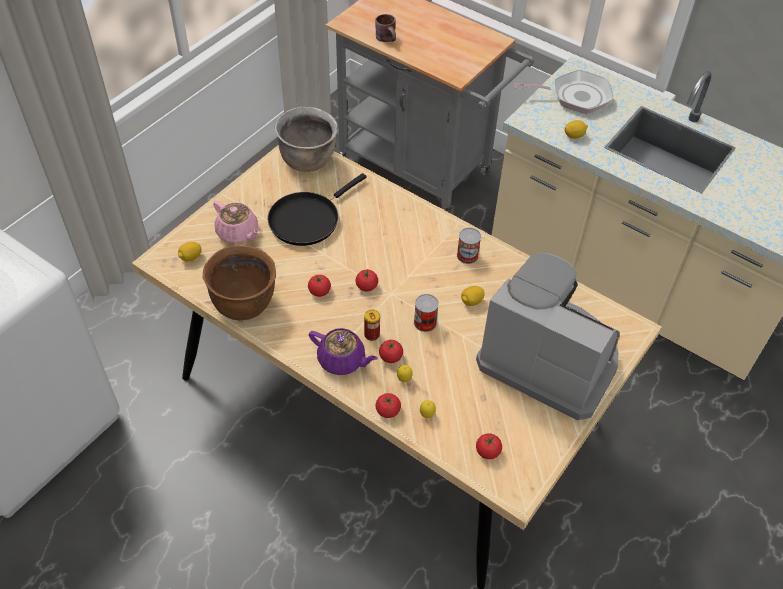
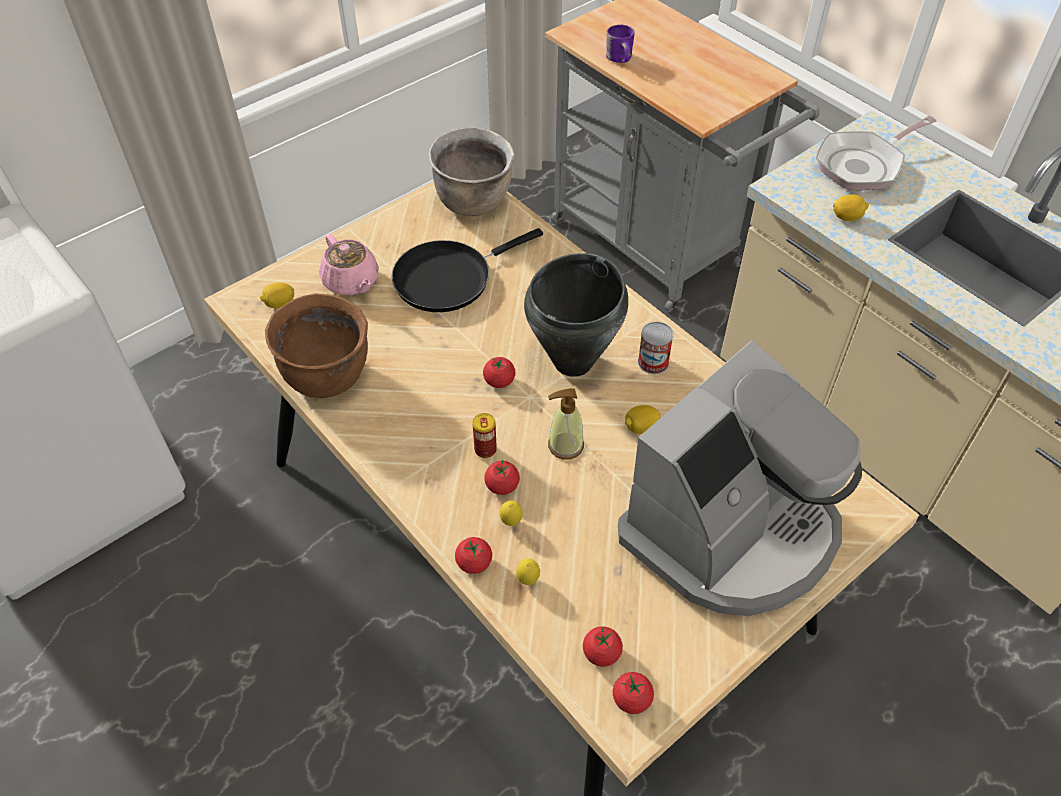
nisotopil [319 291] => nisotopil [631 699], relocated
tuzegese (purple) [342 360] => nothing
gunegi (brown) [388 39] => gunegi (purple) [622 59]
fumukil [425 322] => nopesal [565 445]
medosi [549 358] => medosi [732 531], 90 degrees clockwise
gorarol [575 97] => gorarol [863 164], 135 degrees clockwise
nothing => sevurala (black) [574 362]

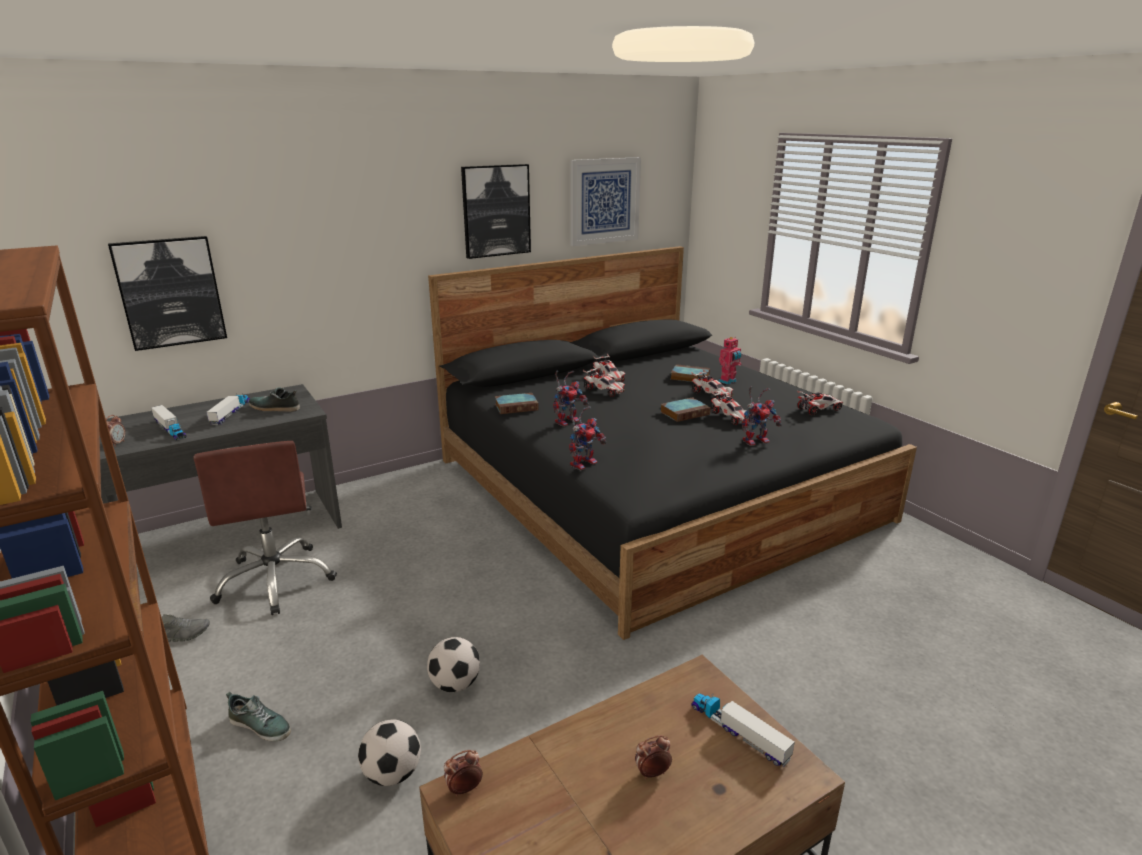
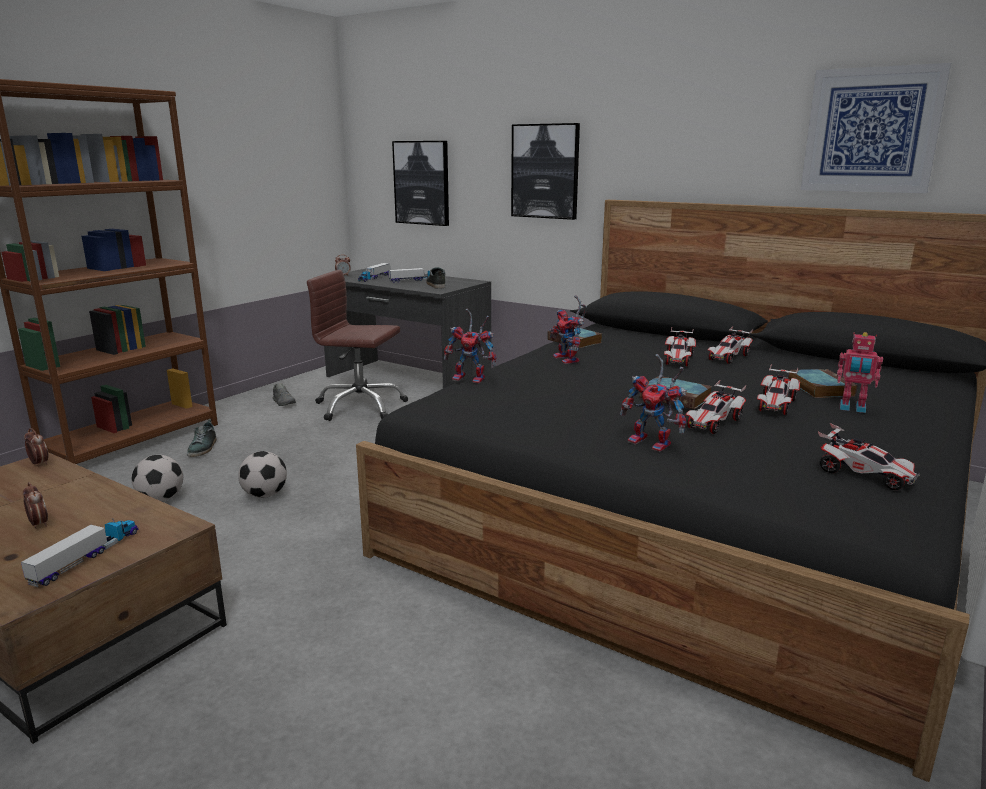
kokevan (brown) [276 580] => kokevan (brown) [360 407], 60 degrees clockwise
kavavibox [496 211] => kavavibox [545 171], relocated
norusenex [567 420] => norusenex [569 360], 45 degrees clockwise

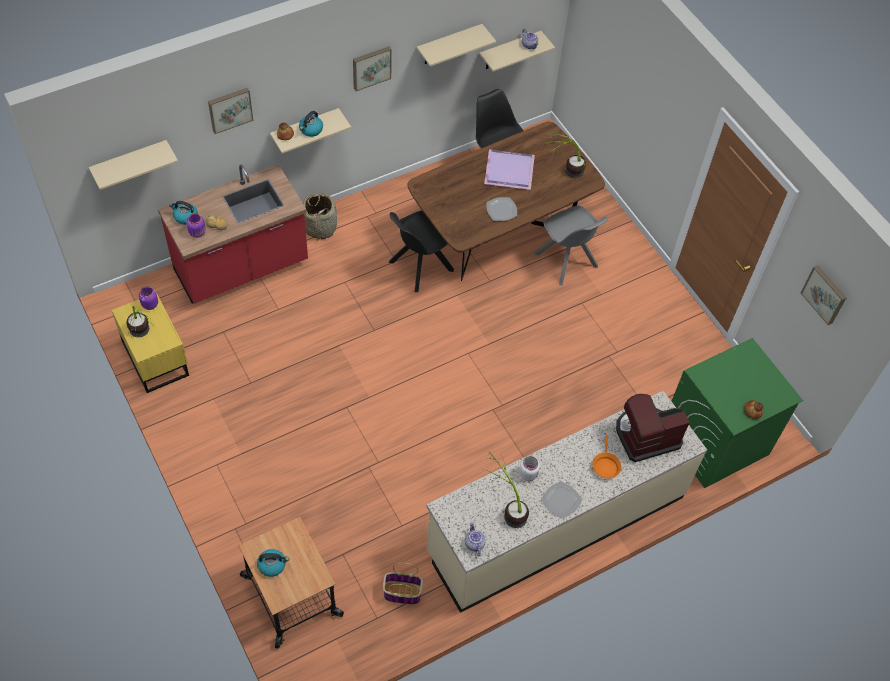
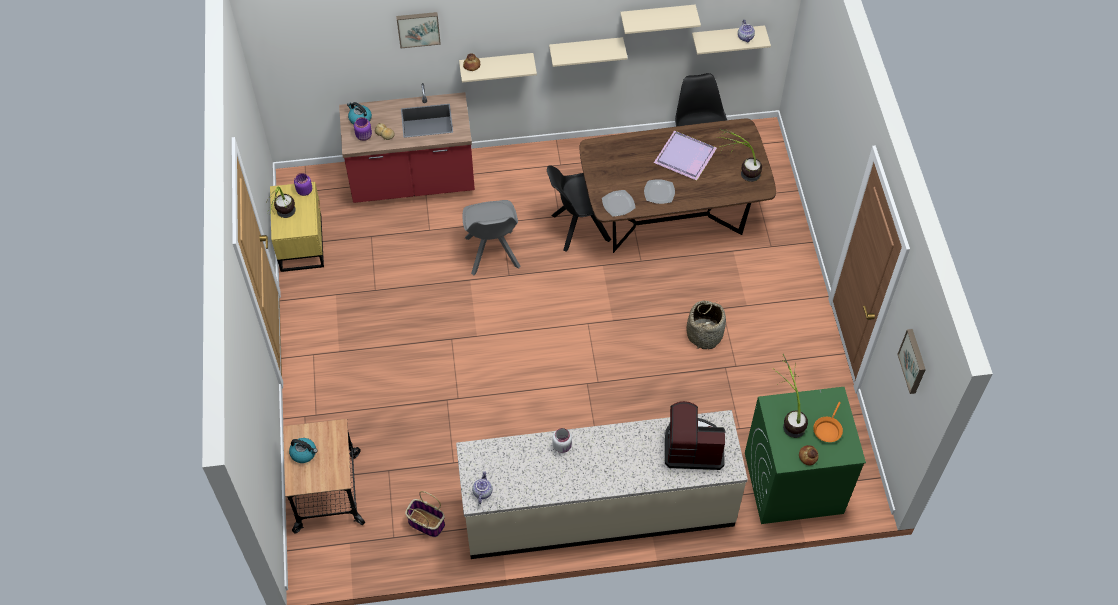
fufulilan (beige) [130 163] => fufulilan (beige) [585 50], relocated
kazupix [311 130] => nothing
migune [320 227] => migune [704 334], relocated
kavavibox [371 67] => nothing
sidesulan [505 507] => sidesulan [788 416], relocated
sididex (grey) [567 261] => sididex (grey) [492 254], relocated
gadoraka [561 500] => gadoraka [618 204], relocated
gorarol (orange) [605 465] => gorarol (orange) [827 429], relocated

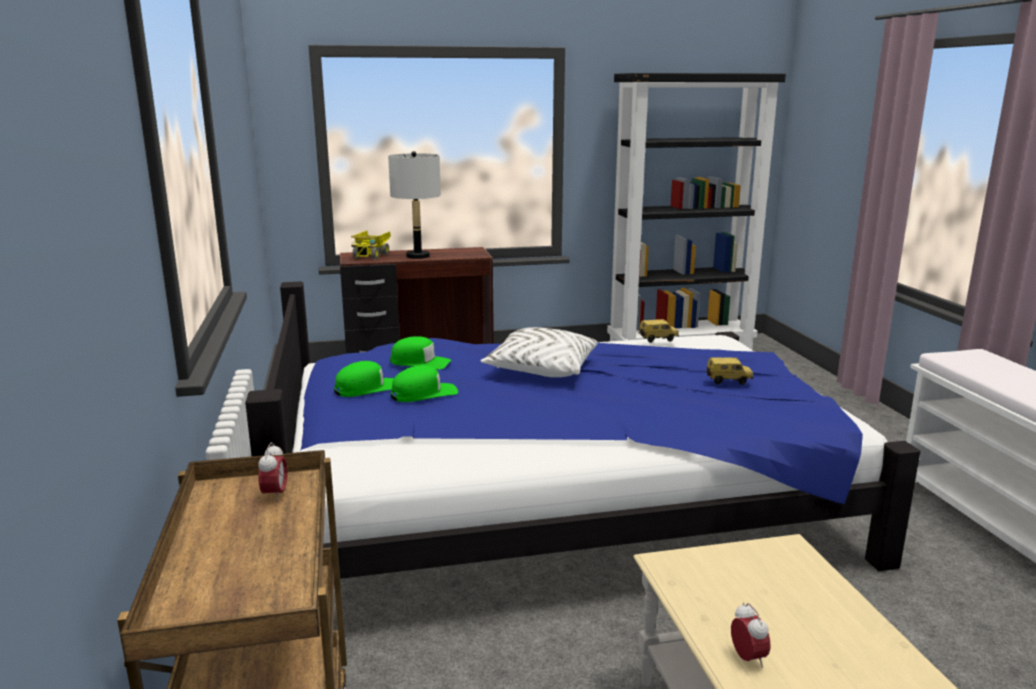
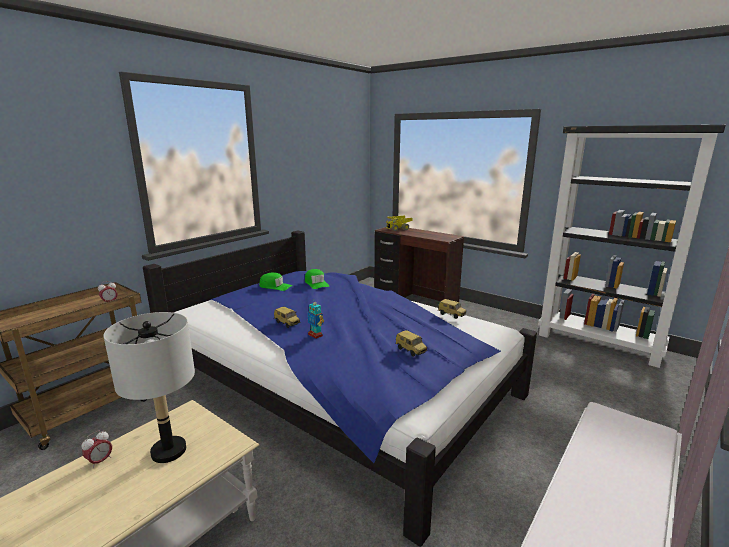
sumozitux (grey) [417 256] => sumozitux (grey) [169 451], relocated
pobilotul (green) [424 393] => nothing
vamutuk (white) [541 369] => nothing
nothing => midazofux [287 323]
nothing => norusenex [315 335]

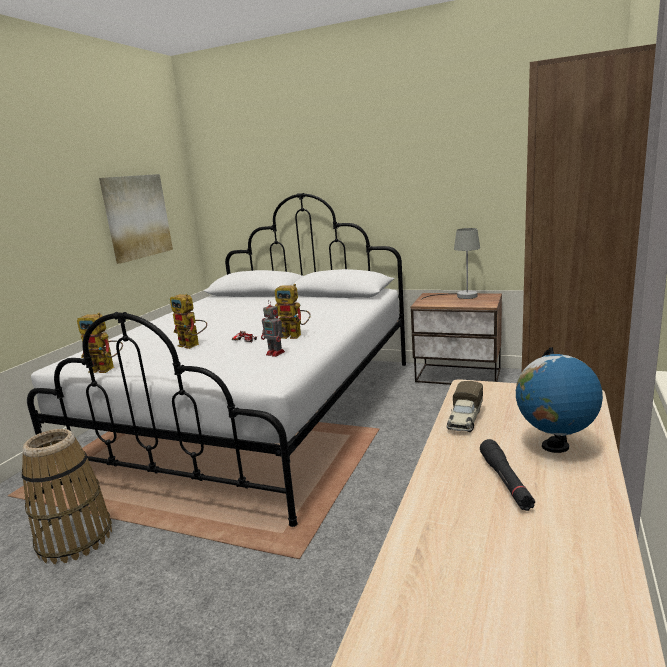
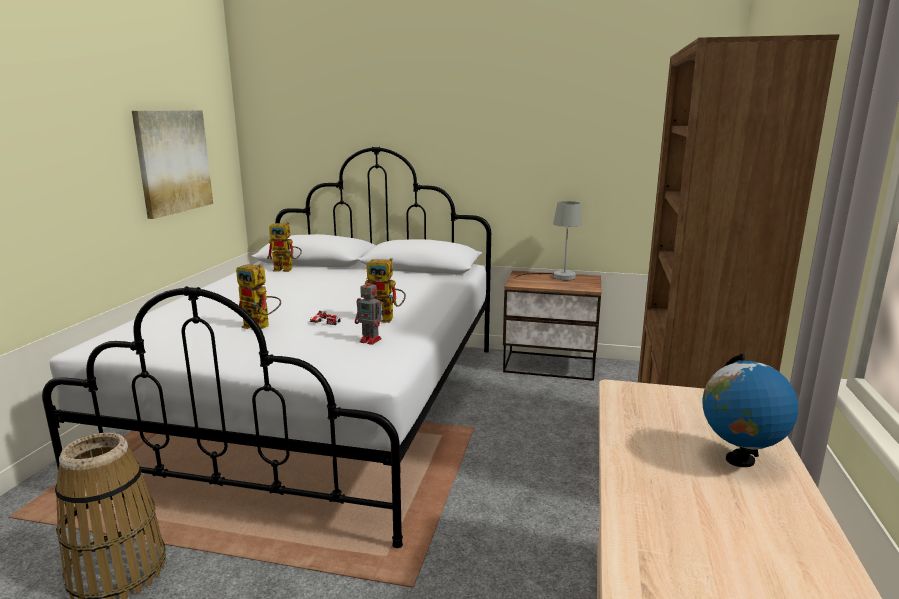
norusenex [107 369] => norusenex [287 269], relocated
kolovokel [464 420] => nothing
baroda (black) [505 481] => nothing

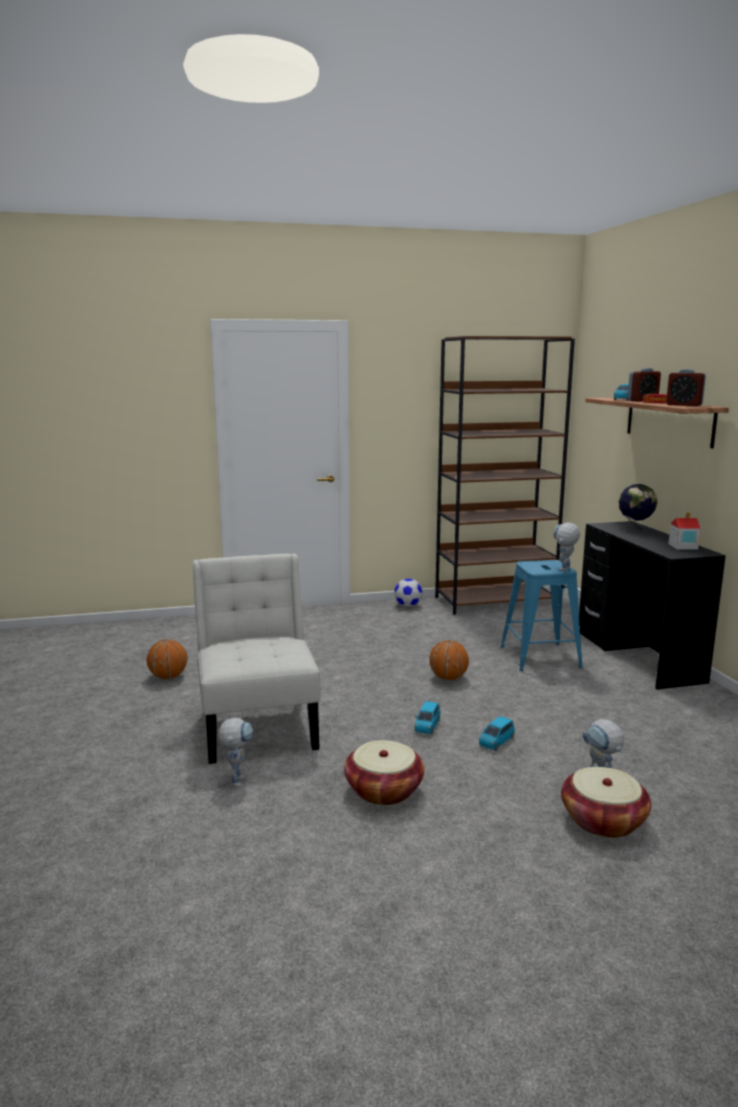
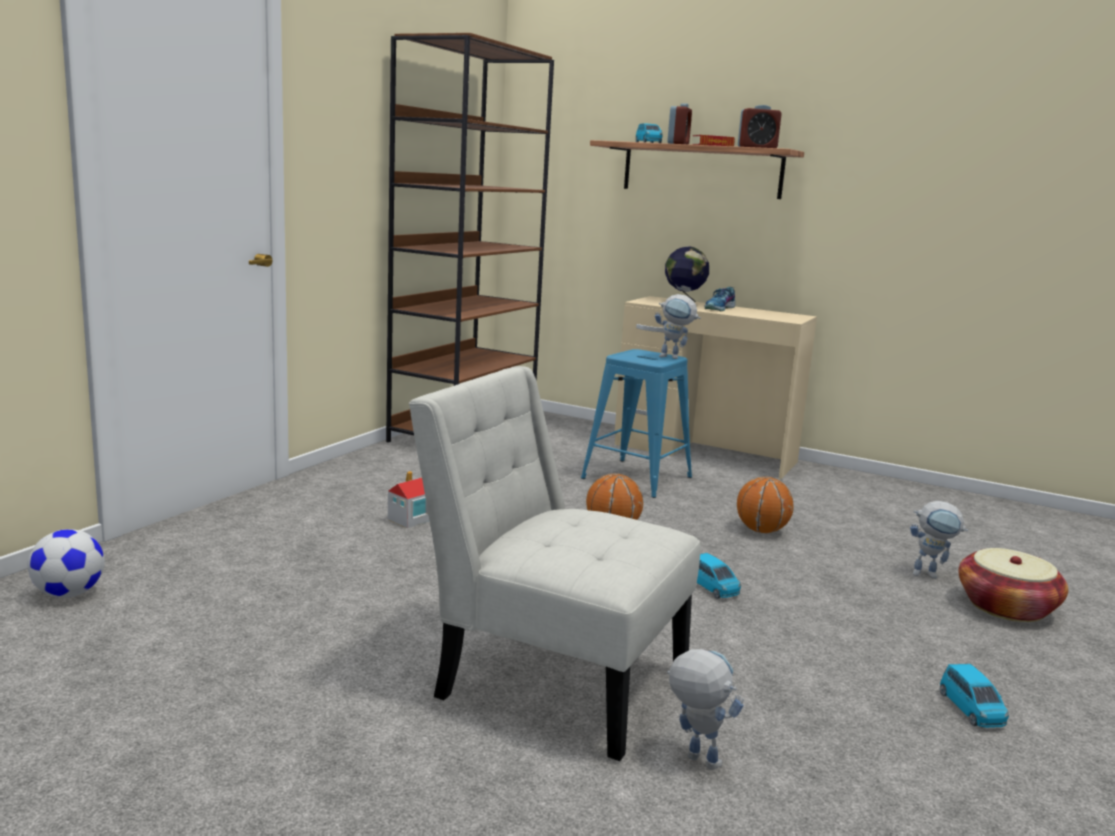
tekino [168 677] => tekino [761 531], relocated
migune [384 790] => nothing
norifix [408 606] => norifix [69 594], relocated
midazofux (blue) [496 741] => midazofux (blue) [971 709], relocated
norusenex [564 570] => norusenex [674 357], 60 degrees counterclockwise
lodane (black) [638 656] => lodane (beige) [705 453]
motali [682 546] => motali [408 520], relocated
nothing => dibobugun [720 308]

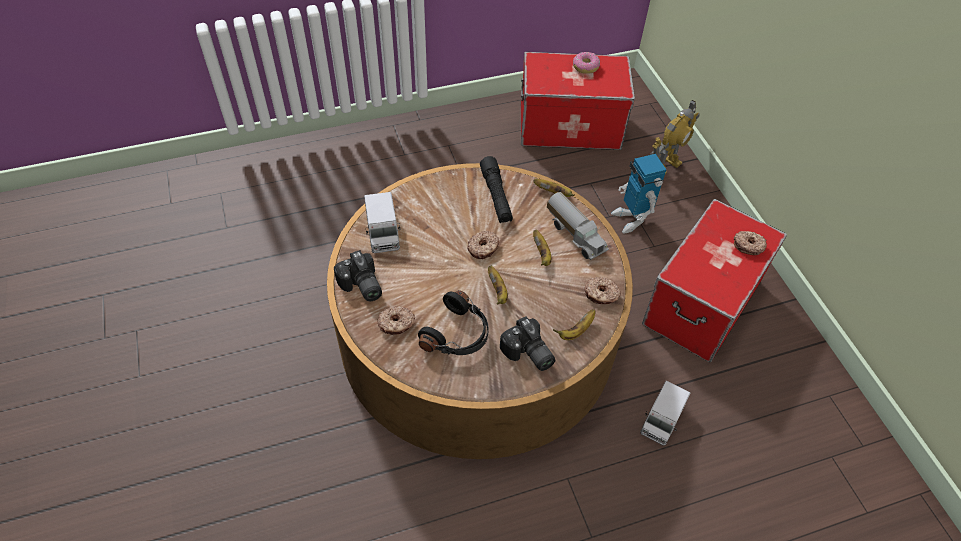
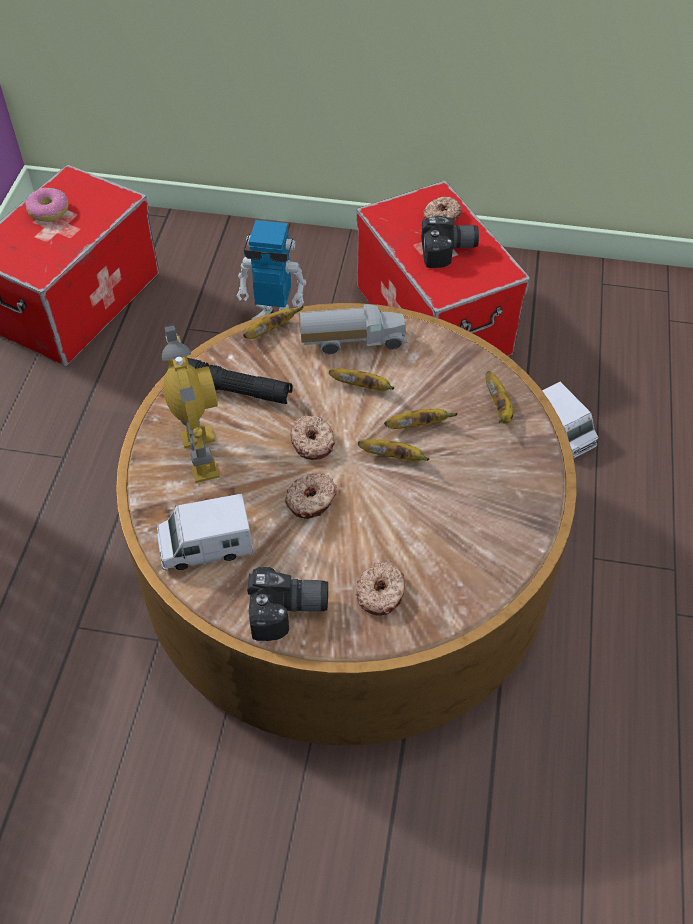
kolovokel [383 232] => kolovokel [205 546], 150 degrees clockwise
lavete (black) [457 335] => nothing
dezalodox [527 354] => dezalodox [449 252], relocated
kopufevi [601 295] => kopufevi [312 501], relocated
norusenex [666 166] => norusenex [200 455], relocated
nothing => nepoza [417 425]

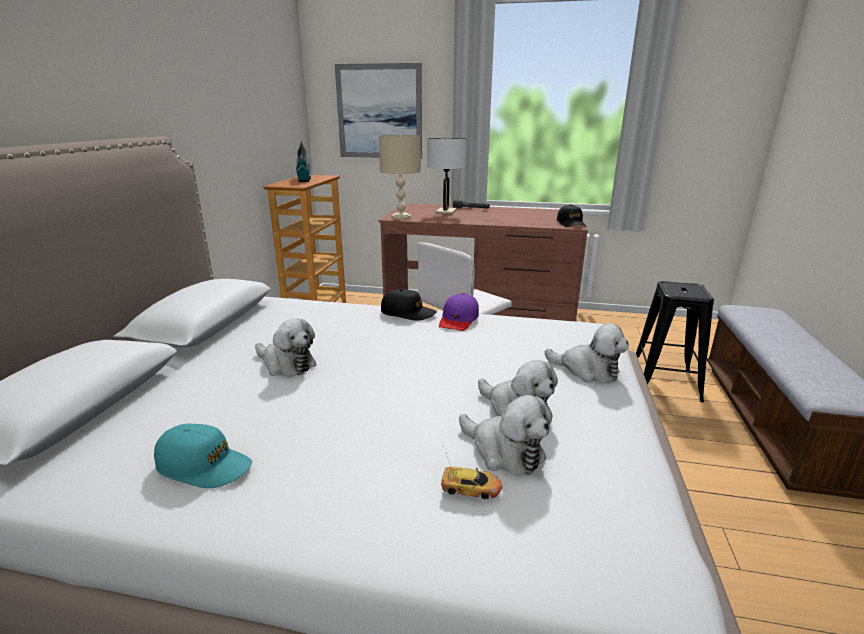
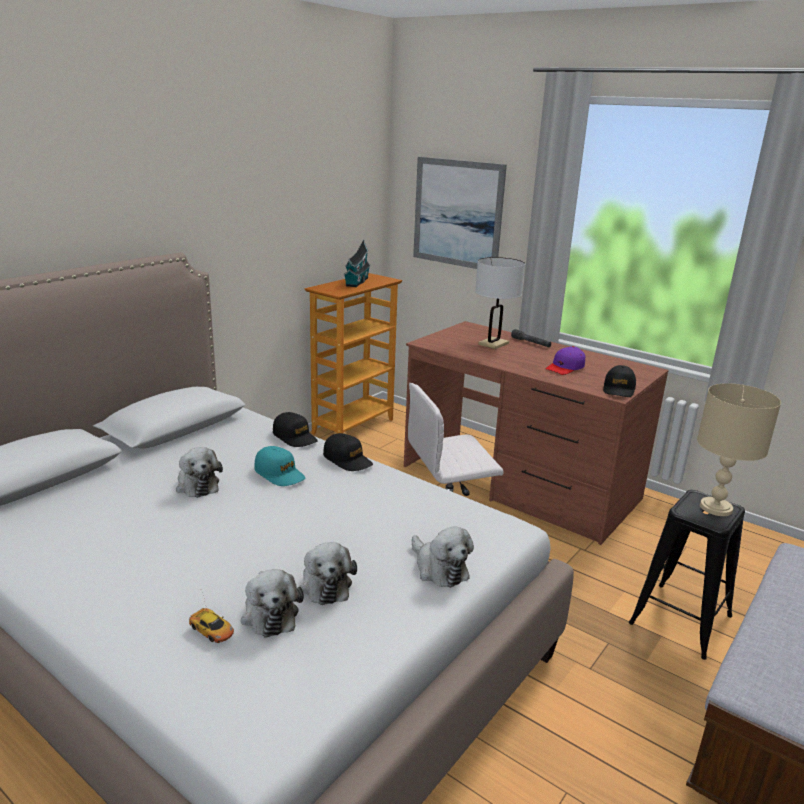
pobilotul (turquoise) [204 465] => pobilotul (turquoise) [279 474], relocated
sumozitux (beige) [401 217] => sumozitux (beige) [716 508], relocated
pobilotul (purple) [458 320] => pobilotul (purple) [565 368], relocated
nothing => pobilotul (black) [295 437]

